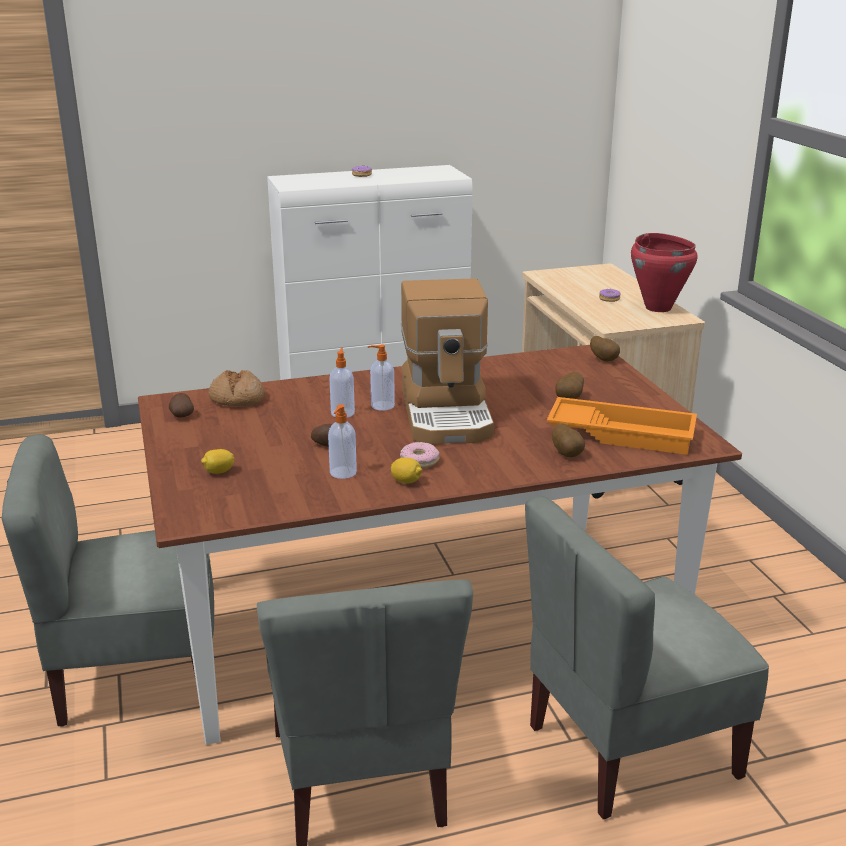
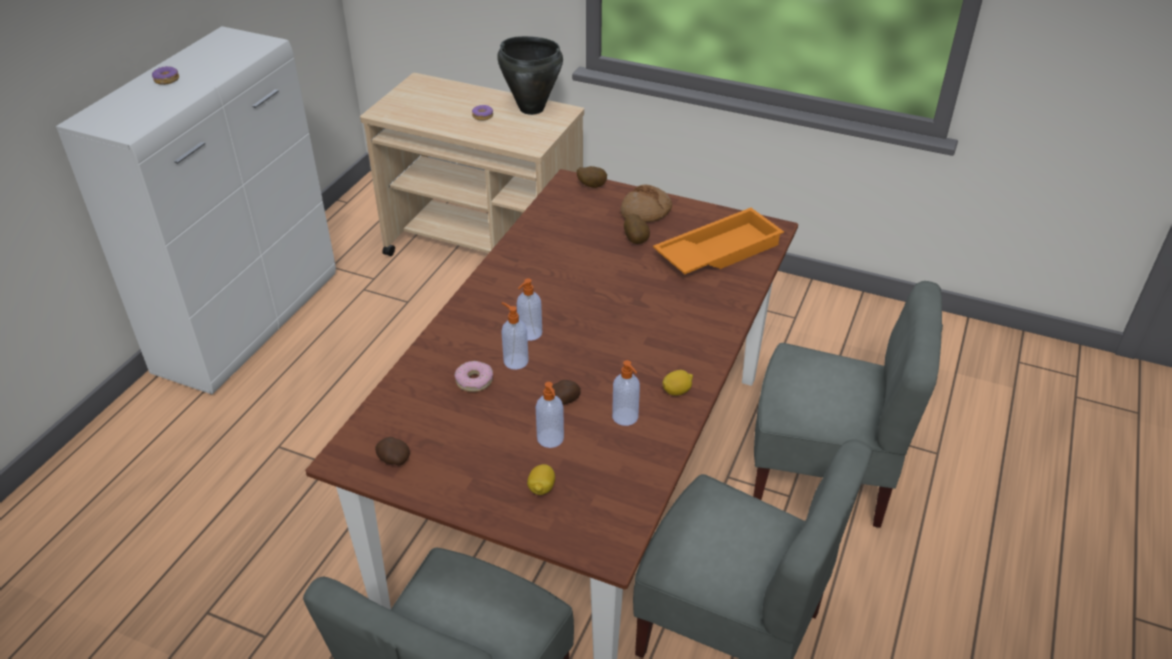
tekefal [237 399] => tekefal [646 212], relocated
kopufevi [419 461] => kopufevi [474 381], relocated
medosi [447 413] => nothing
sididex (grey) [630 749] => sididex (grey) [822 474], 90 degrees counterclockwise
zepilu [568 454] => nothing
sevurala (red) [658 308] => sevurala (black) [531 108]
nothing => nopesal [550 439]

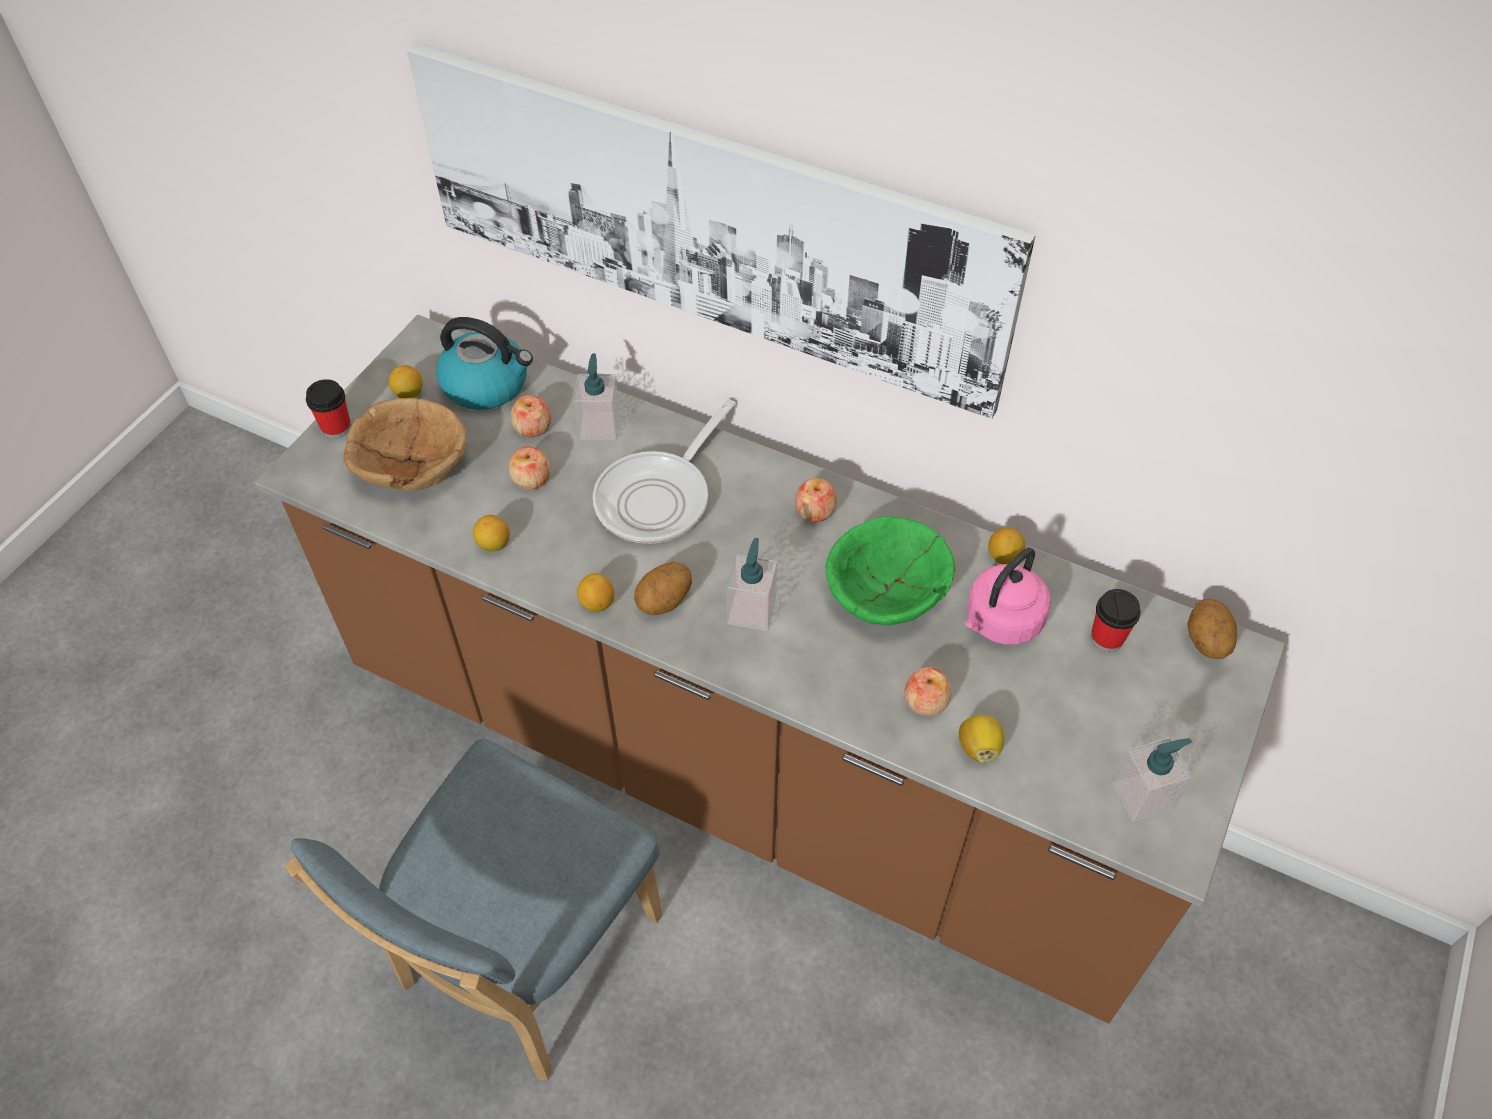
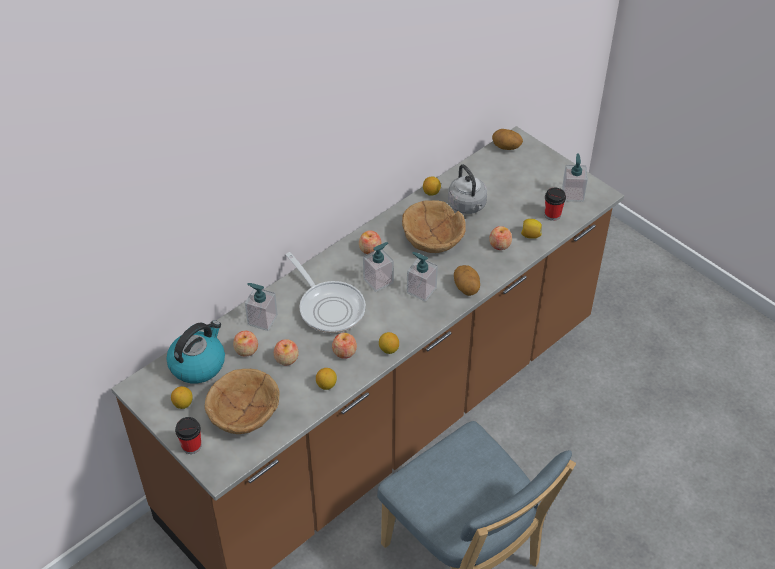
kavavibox [706 224] => nothing
zepilu [665 602] => zepilu [466 288], relocated
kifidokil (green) [886 591] => kifidokil (brown) [432 238]
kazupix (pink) [1000 622] => kazupix (grey) [468 206]
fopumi [1106 638] => fopumi [552 215], relocated
nothing => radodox [344 352]
nothing => nopesal [378 281]

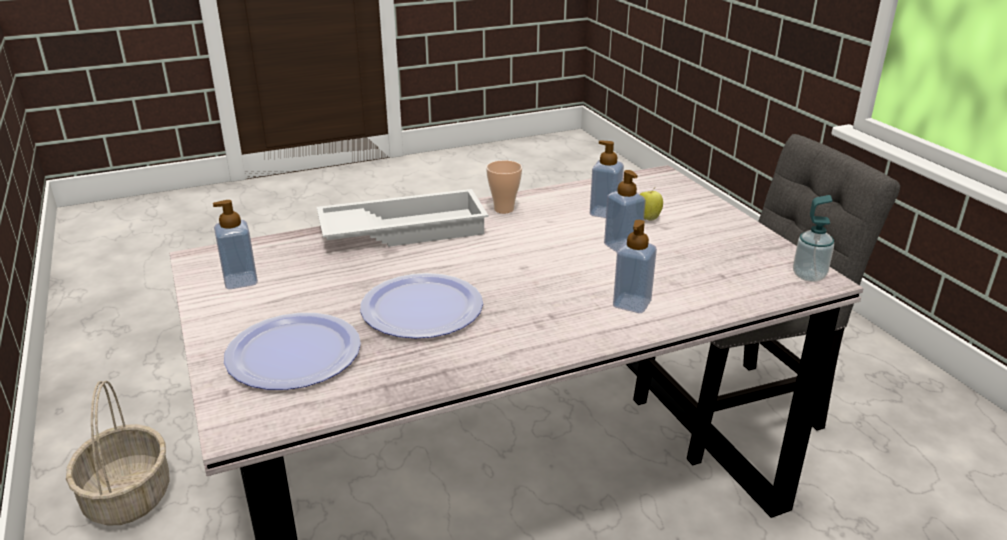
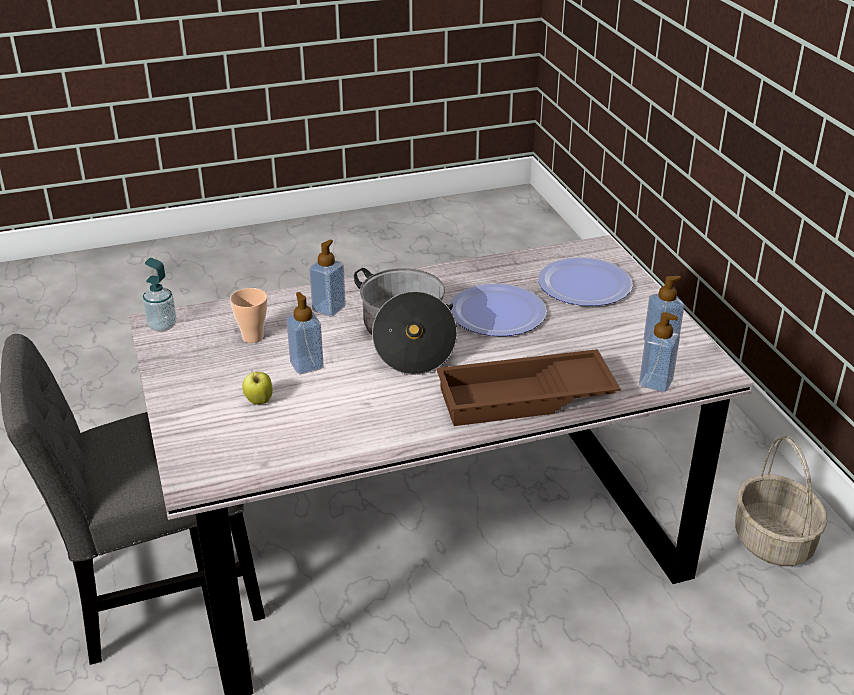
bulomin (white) [404 229] => bulomin (brown) [524 399]
fopumi [504 209] => fopumi [252 337], relocated
nopesal [604 213] => nopesal [655 382], relocated
nothing => sevurala [406 338]

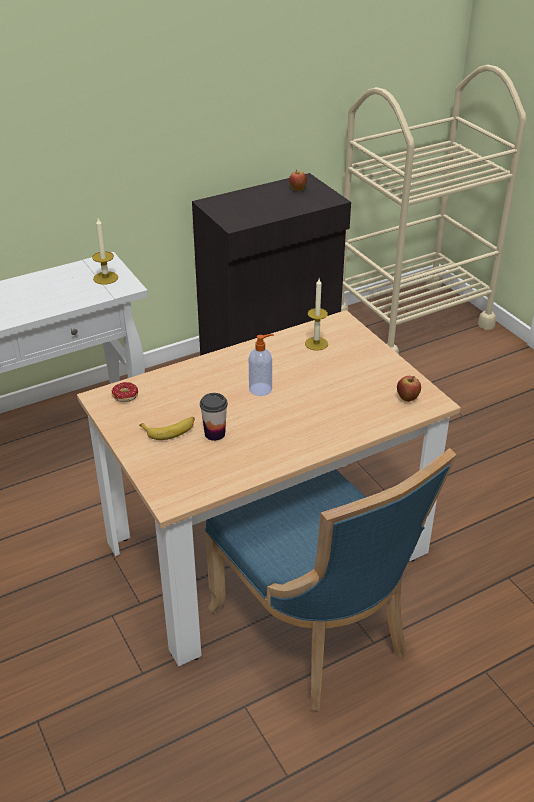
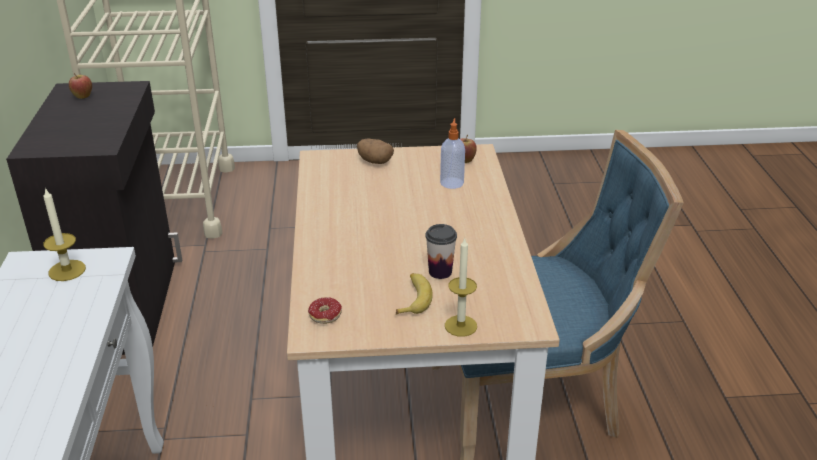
nopesal [261 389] => nopesal [452 182], relocated
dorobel [316 343] => dorobel [460 326], relocated
nothing => zepilu [375 161]

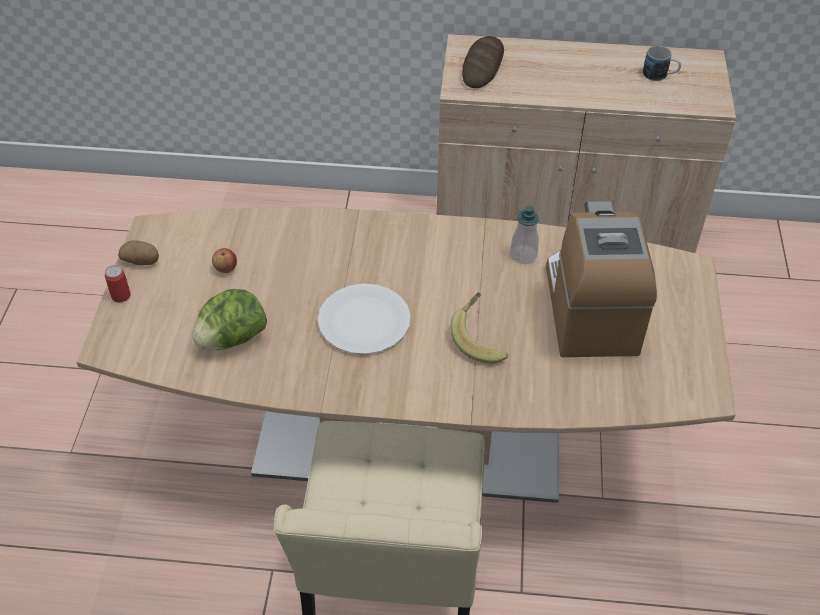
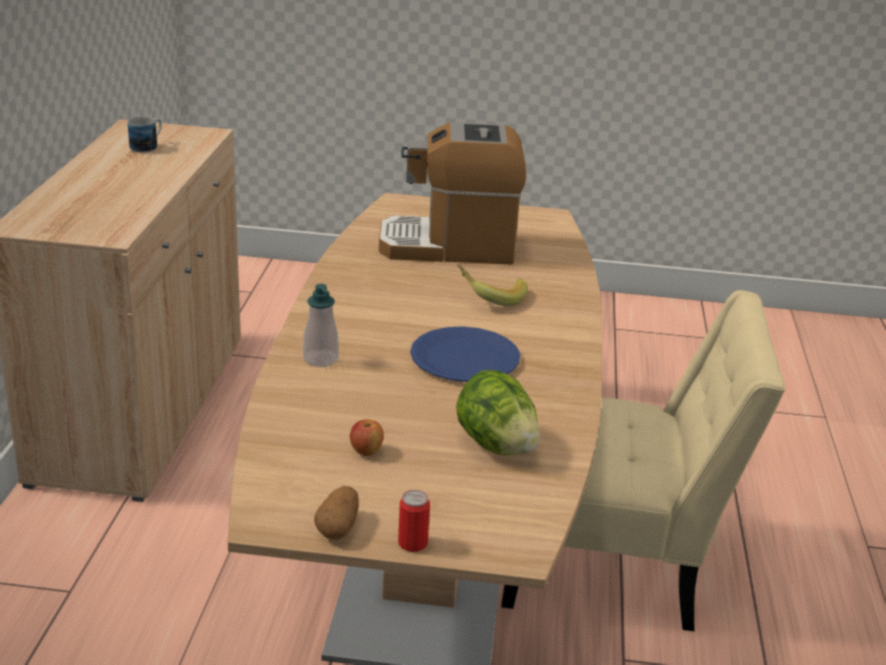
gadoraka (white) [364 321] => gadoraka (blue) [465 357]
tekefal [482 66] => nothing
nopesal [523 255] => nopesal [320 359], relocated

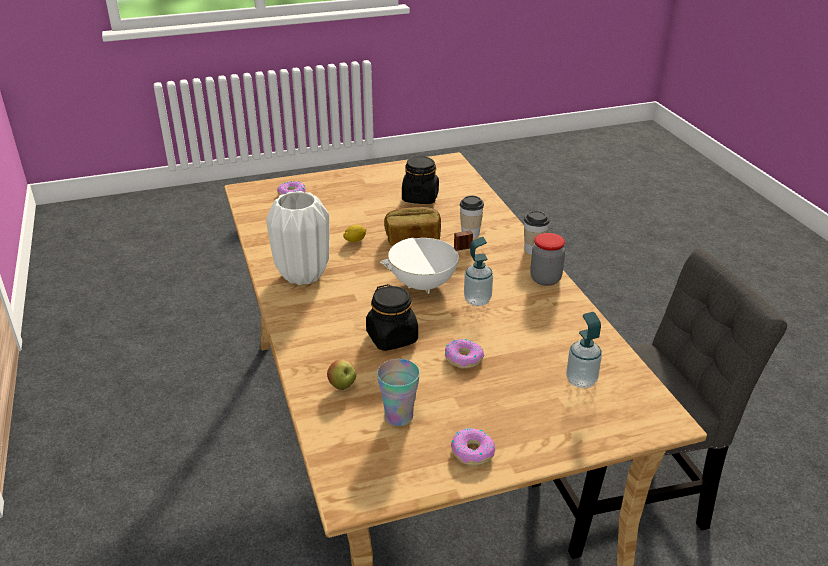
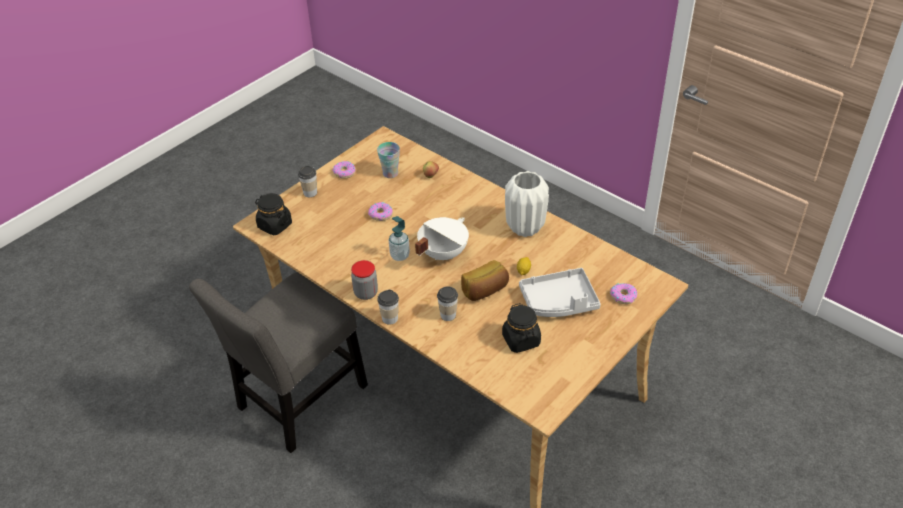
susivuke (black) [392 338] => susivuke (black) [274 225], relocated
nopesal [581 380] => nothing
nothing => fopumi [310 193]
nothing => bulomin (grey) [559 302]

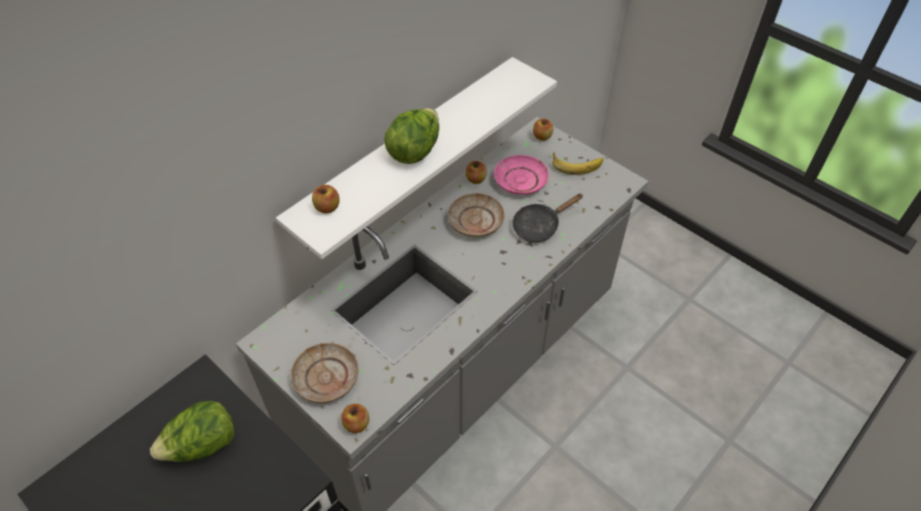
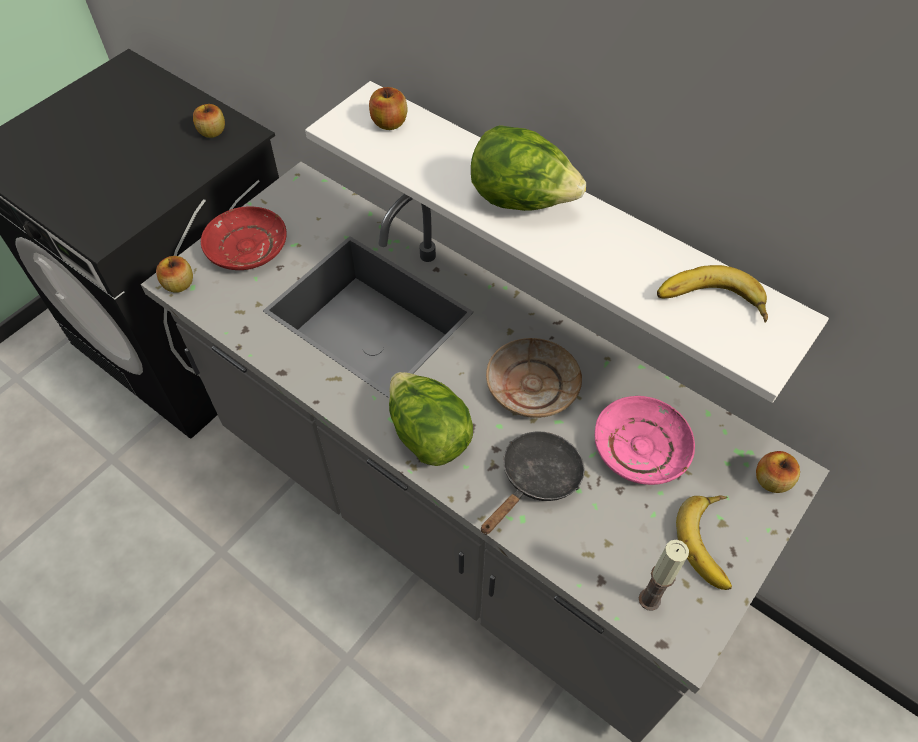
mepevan [202 445] => mepevan [428 435], relocated
gadoraka (beige) [326 378] => gadoraka (red) [246 247]
radodox [476 179] => radodox [212 132], relocated
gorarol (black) [539 226] => gorarol (black) [536 480], 75 degrees clockwise
nothing => dorobel [649 599]
nothing => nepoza [711 304]

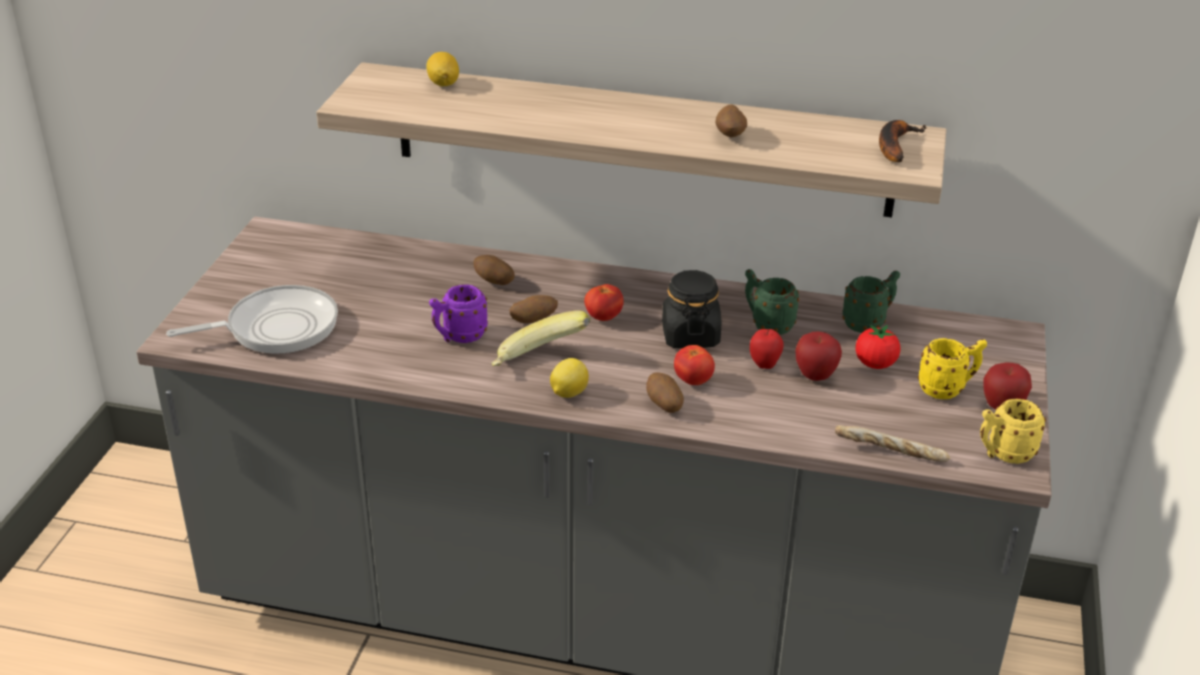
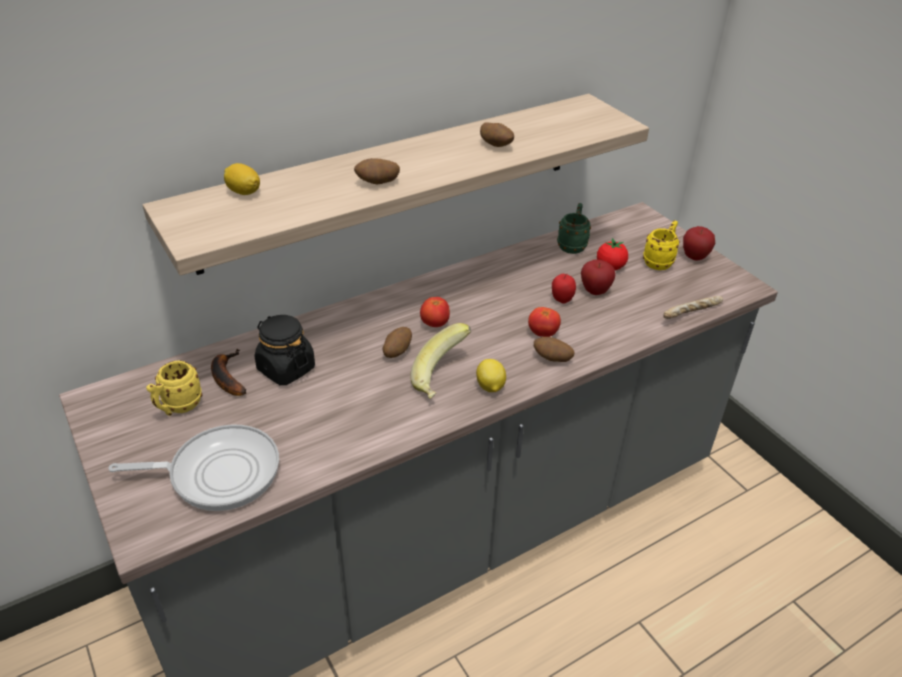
gorarol [276 328] => gorarol [218 473], 60 degrees clockwise
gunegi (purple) [459 337] => nothing
zepilu [494 282] => zepilu [377 183], relocated
susivuke (black) [690 335] => susivuke (black) [286 368], relocated
gunegi (green) [767 324] => nothing
nepoza [894 145] => nepoza [226 377], relocated
gunegi (yellow) [1003 454] => gunegi (yellow) [178 407], relocated

